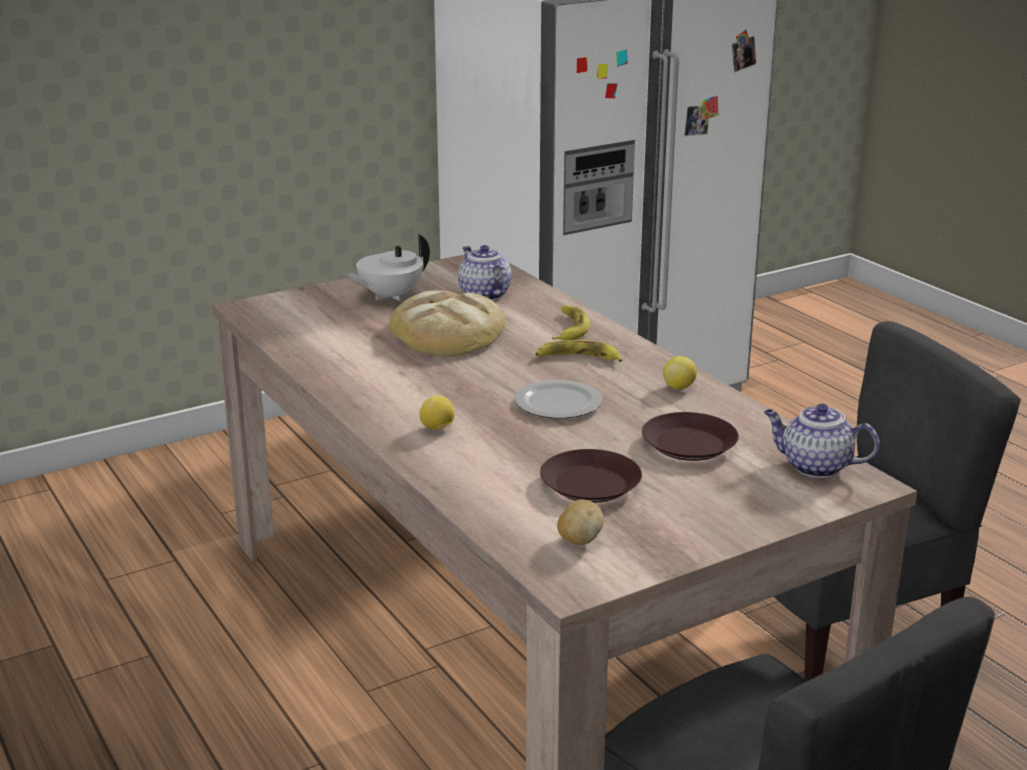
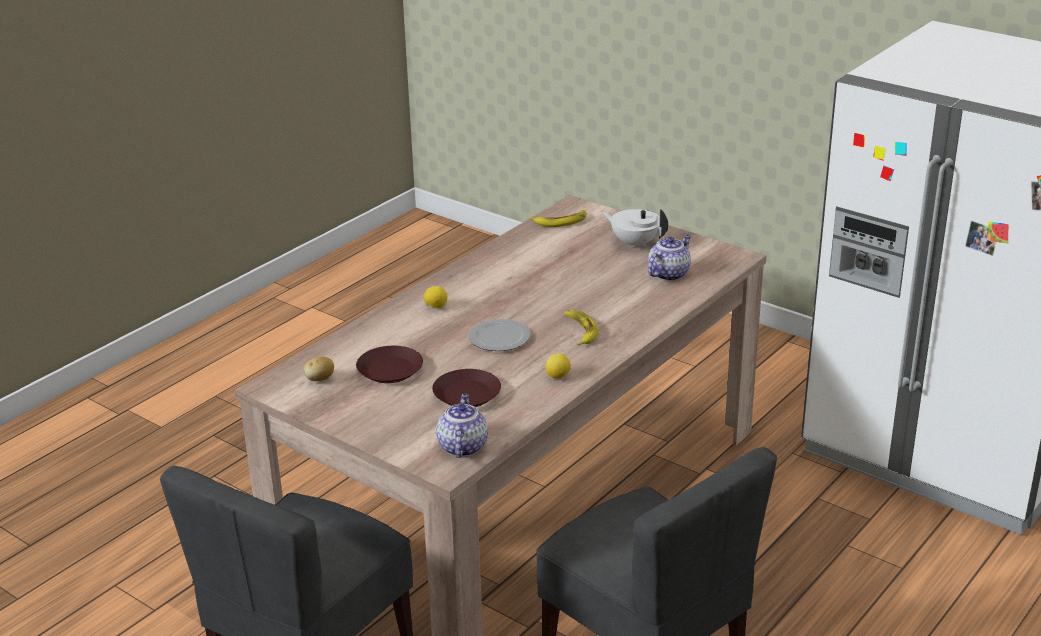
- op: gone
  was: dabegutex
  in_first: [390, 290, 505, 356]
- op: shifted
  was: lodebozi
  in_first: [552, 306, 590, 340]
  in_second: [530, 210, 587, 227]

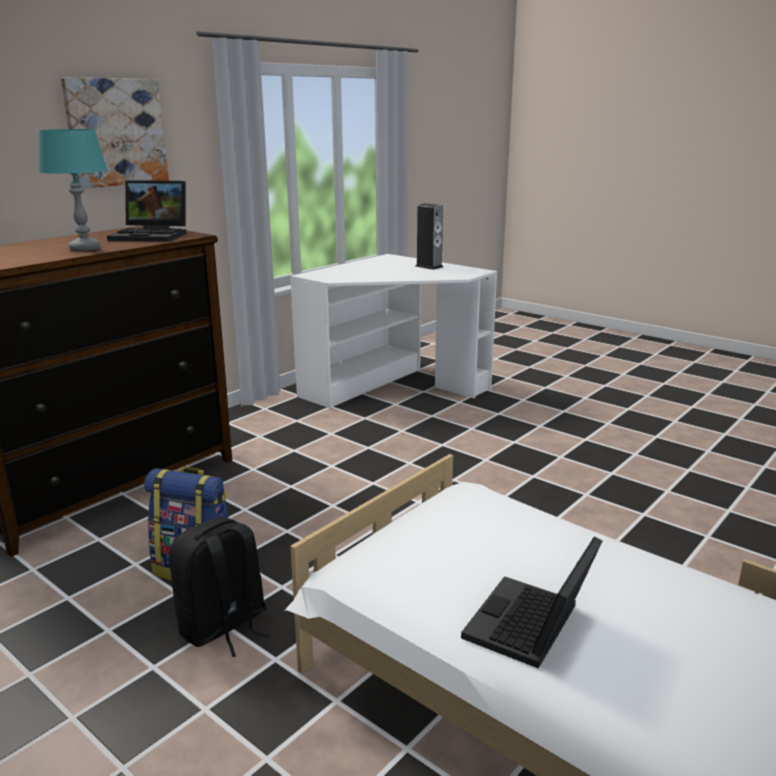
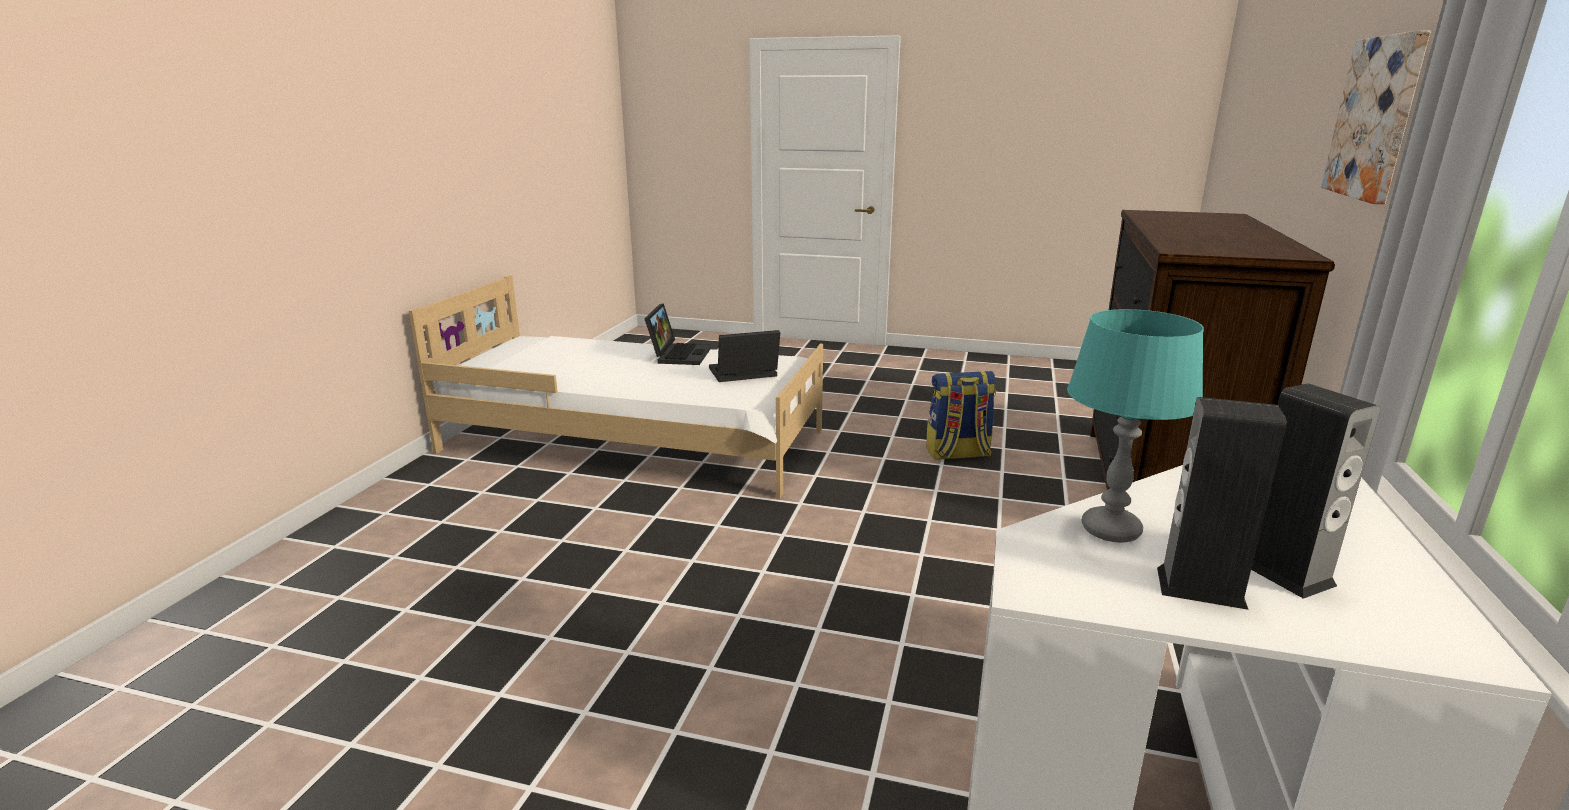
- op: shifted
  was: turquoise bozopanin
  in_first: [39, 129, 107, 251]
  in_second: [1067, 309, 1204, 543]
- op: shifted
  was: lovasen
  in_first: [107, 180, 186, 242]
  in_second: [709, 330, 780, 382]
- op: gone
  was: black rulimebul
  in_first: [169, 517, 270, 657]
- op: new
  now: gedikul
  in_second: [1251, 383, 1380, 599]

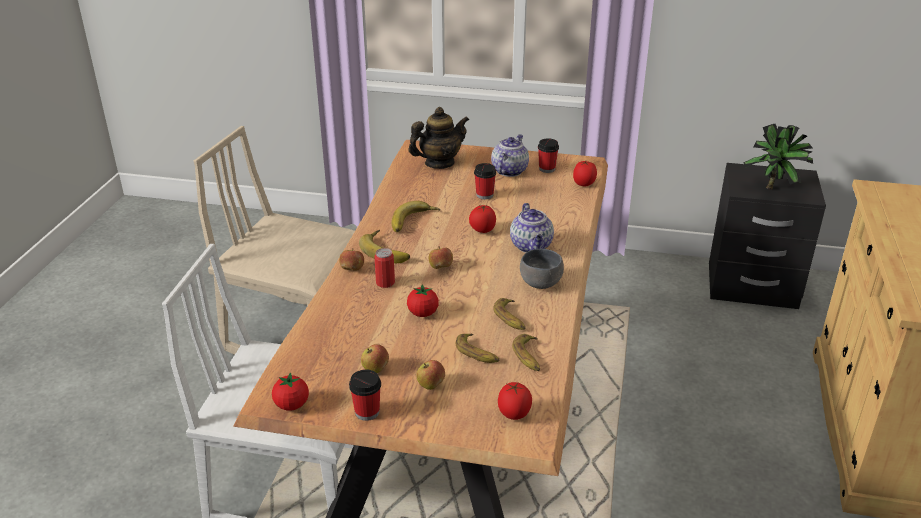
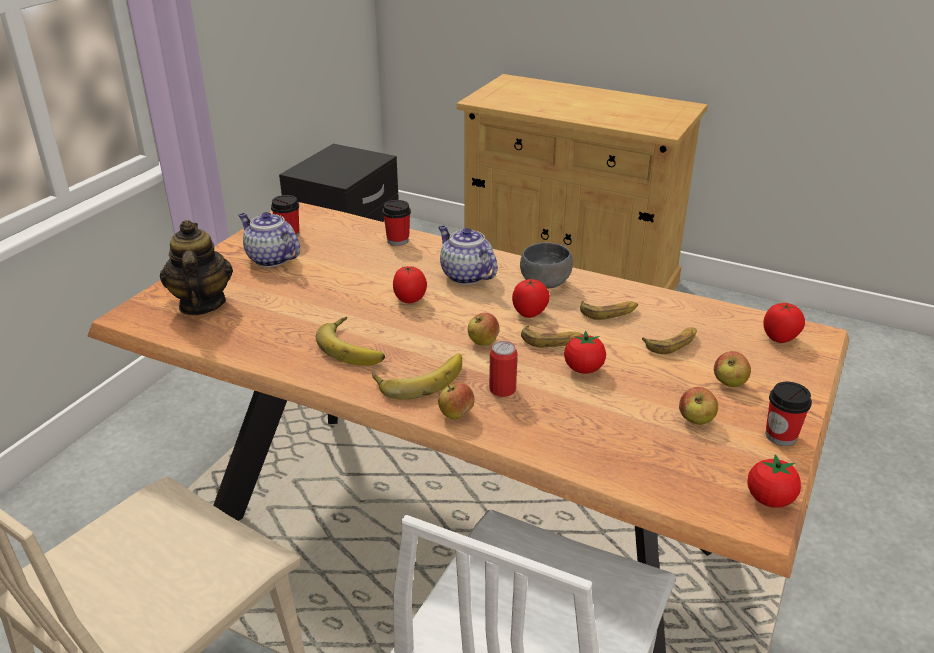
- op: shifted
  was: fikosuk
  in_first: [474, 163, 496, 199]
  in_second: [382, 200, 411, 246]
- op: rotated
  was: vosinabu
  in_first: [510, 203, 554, 253]
  in_second: [438, 226, 497, 285]
  clockwise: -135
- op: shifted
  was: lodebozi
  in_first: [512, 334, 540, 371]
  in_second: [521, 326, 583, 347]
- op: shifted
  was: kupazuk
  in_first: [573, 161, 597, 186]
  in_second: [512, 279, 550, 318]
- op: gone
  was: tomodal
  in_first: [743, 124, 813, 190]

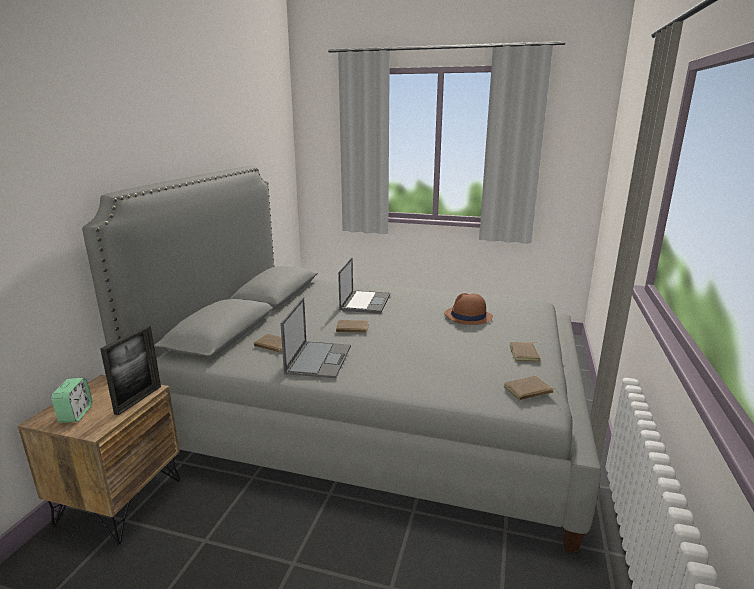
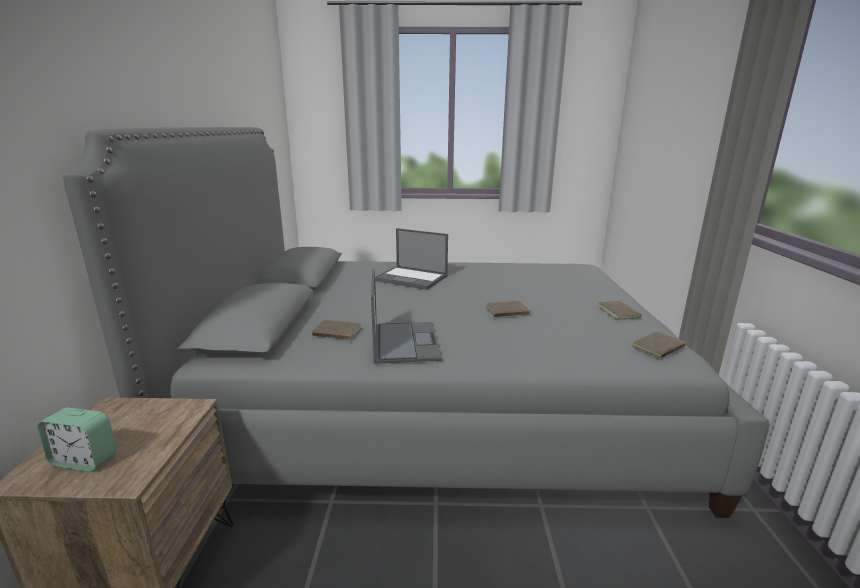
- op: rotated
  was: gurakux
  in_first: [51, 378, 92, 423]
  in_second: [37, 407, 117, 472]
  clockwise: 120
- op: gone
  was: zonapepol
  in_first: [100, 325, 161, 415]
- op: shifted
  was: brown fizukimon
  in_first: [336, 320, 369, 333]
  in_second: [486, 301, 534, 317]
- op: rotated
  was: lovasen
  in_first: [338, 257, 390, 314]
  in_second: [375, 228, 448, 290]
  clockwise: 120
- op: gone
  was: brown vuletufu
  in_first: [444, 293, 493, 325]

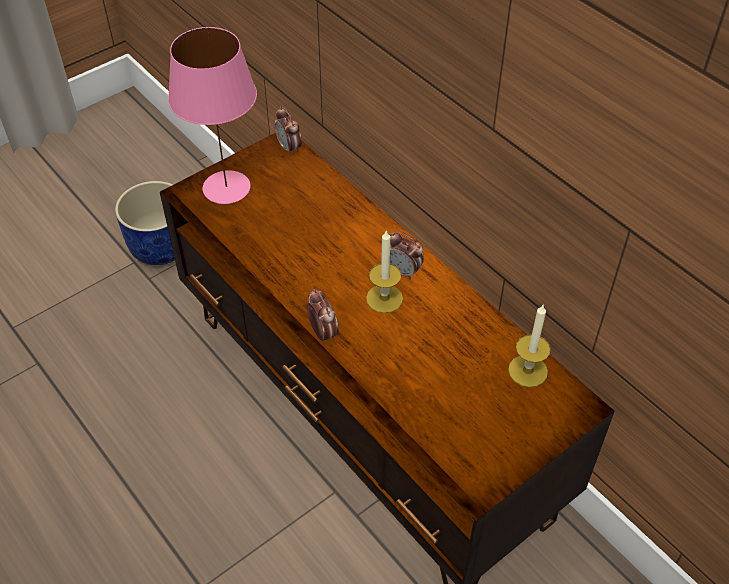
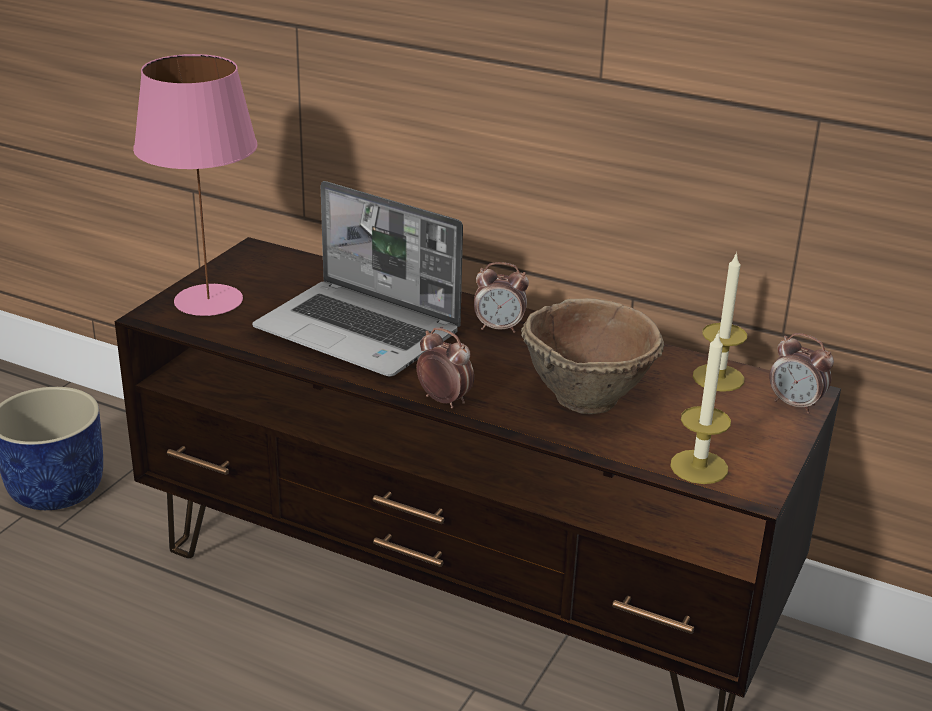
- op: shifted
  was: gurakux
  in_first: [274, 107, 302, 156]
  in_second: [770, 333, 834, 414]
- op: shifted
  was: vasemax
  in_first: [366, 230, 403, 313]
  in_second: [670, 331, 731, 484]
- op: new
  now: lovasen
  in_second: [252, 181, 463, 376]
- op: new
  now: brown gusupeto
  in_second: [521, 298, 664, 414]

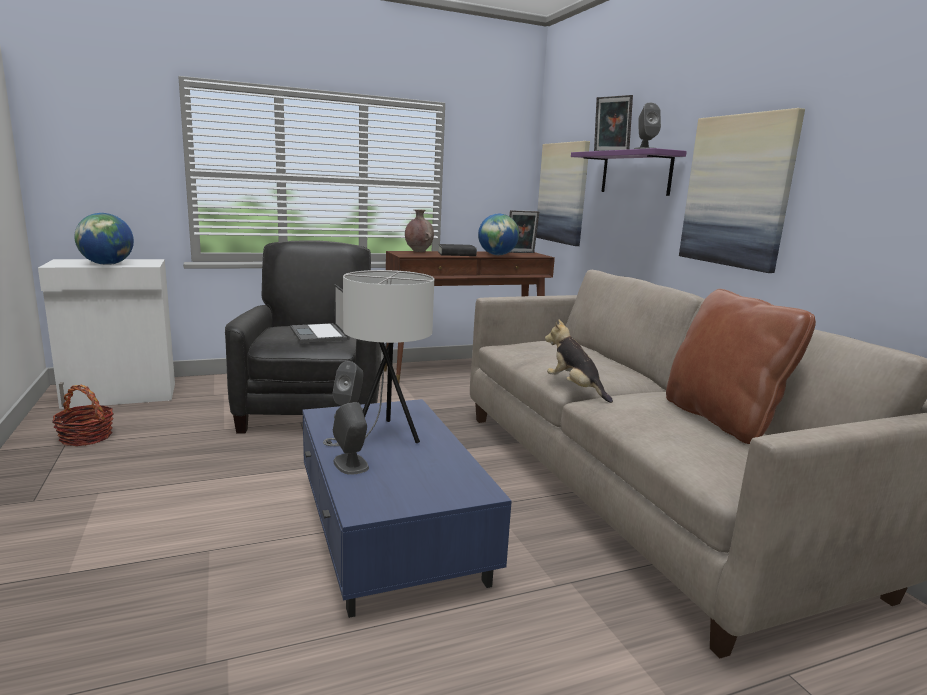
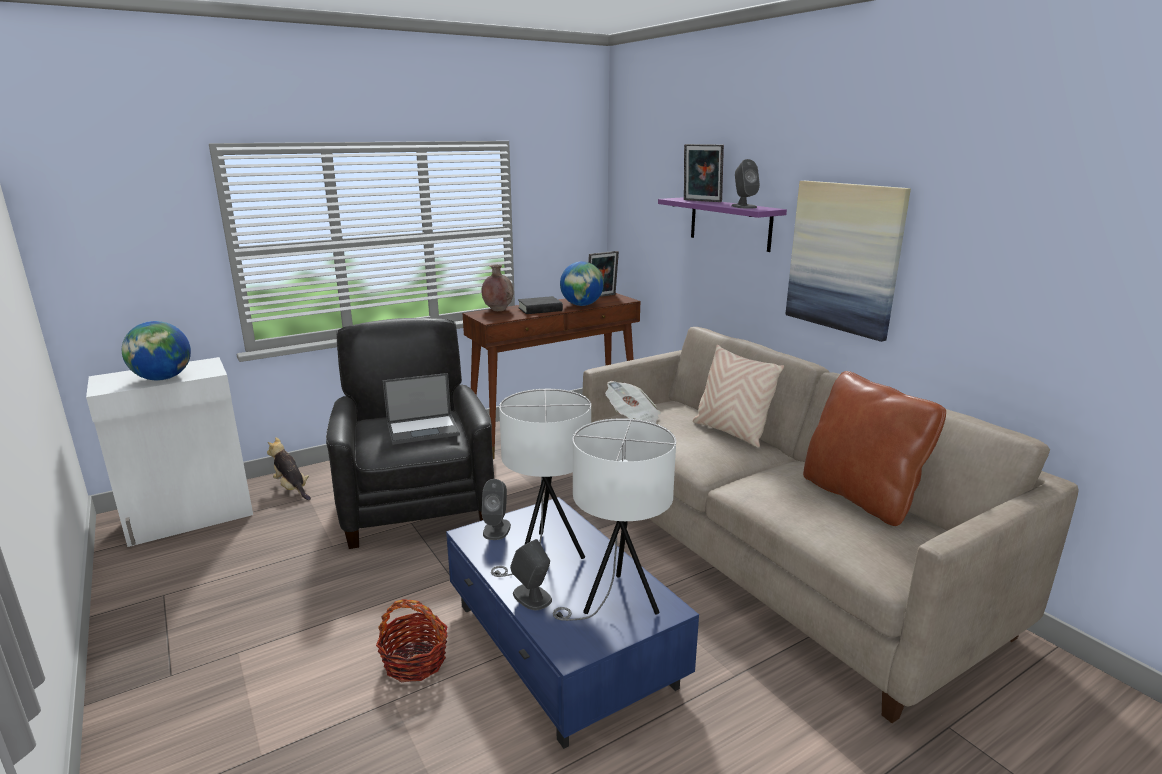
- op: shifted
  was: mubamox
  in_first: [52, 385, 114, 446]
  in_second: [376, 599, 448, 682]
- op: rotated
  was: lovasen
  in_first: [290, 284, 350, 343]
  in_second: [383, 373, 460, 445]
  clockwise: -75
- op: gone
  was: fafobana
  in_first: [536, 141, 590, 246]
- op: shifted
  was: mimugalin
  in_first: [545, 320, 613, 403]
  in_second: [267, 437, 311, 500]
- op: new
  now: white bozopanin
  in_second: [553, 418, 676, 621]
- op: new
  now: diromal
  in_second: [605, 381, 661, 424]
- op: new
  now: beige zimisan
  in_second: [693, 345, 784, 448]

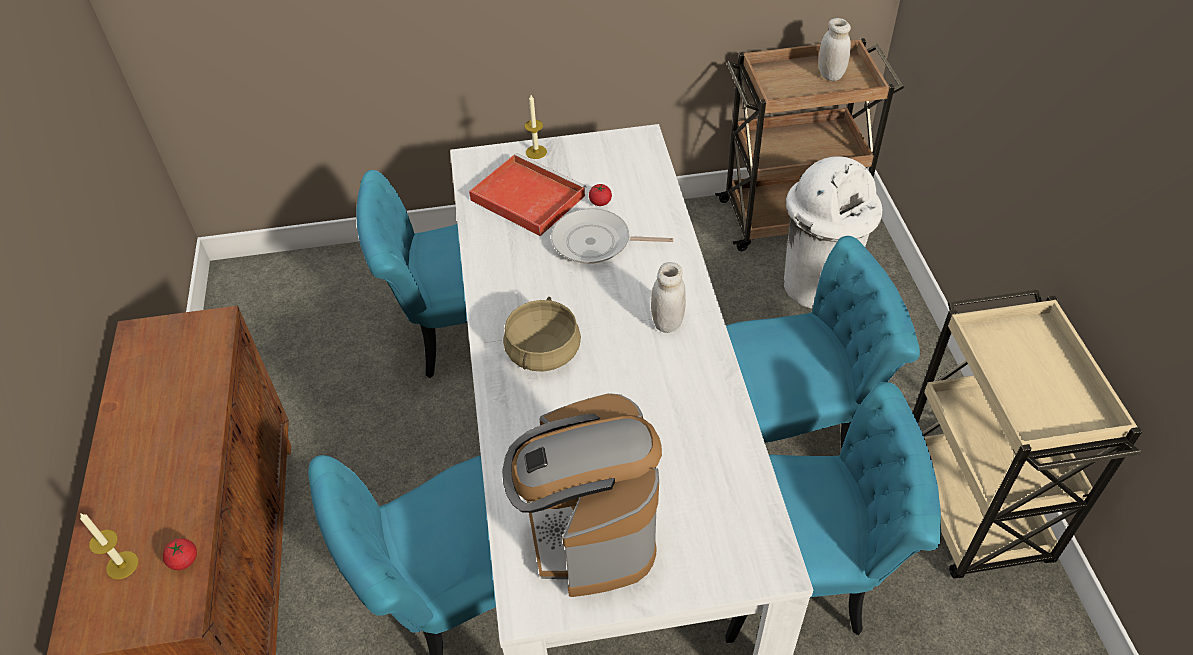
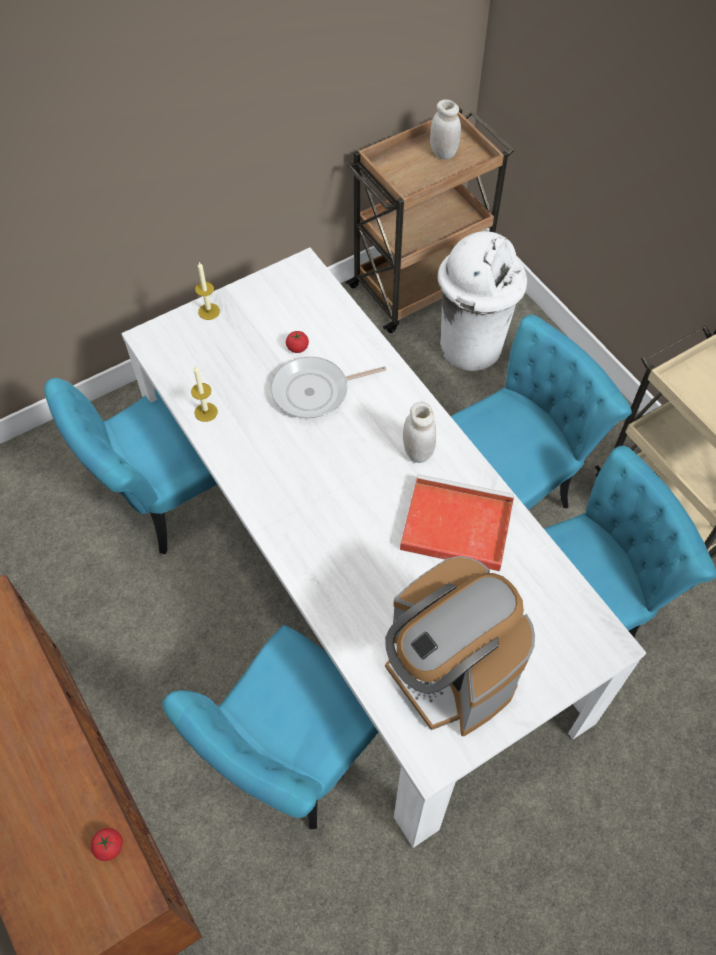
- op: shifted
  was: vasemax
  in_first: [80, 513, 138, 579]
  in_second: [191, 366, 218, 422]
- op: shifted
  was: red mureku
  in_first: [469, 153, 587, 236]
  in_second: [400, 474, 514, 571]
- op: gone
  was: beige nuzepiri
  in_first: [503, 297, 581, 372]

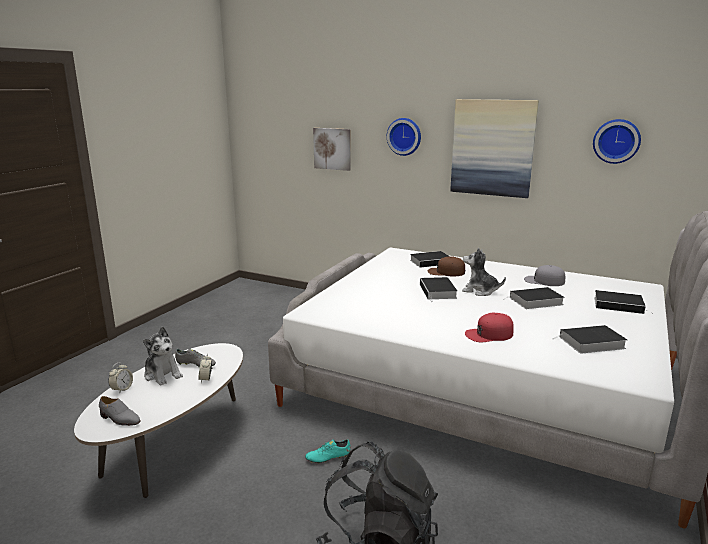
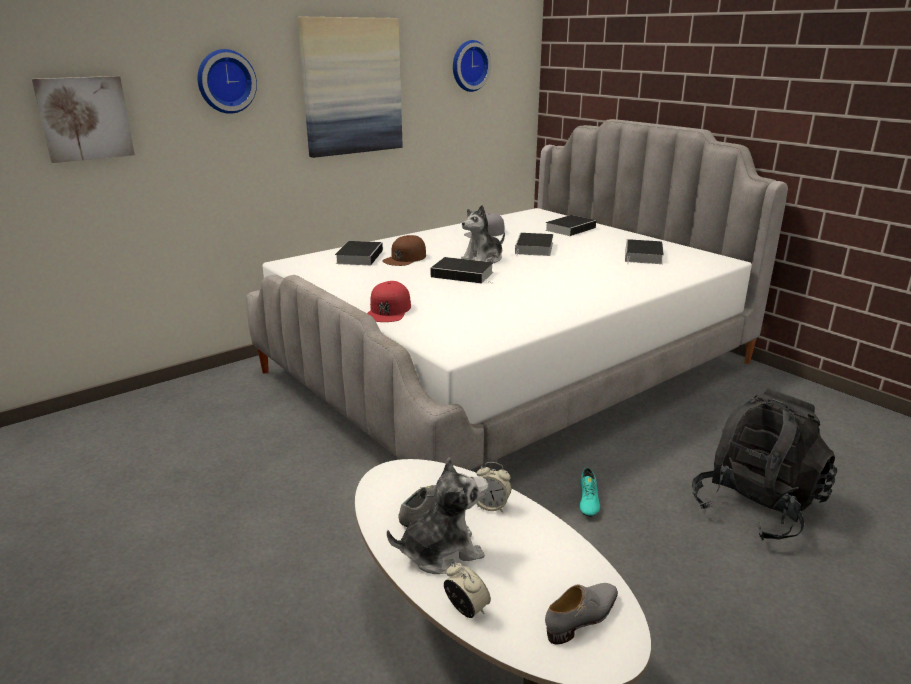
- op: shifted
  was: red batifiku
  in_first: [465, 313, 514, 342]
  in_second: [367, 281, 411, 322]

